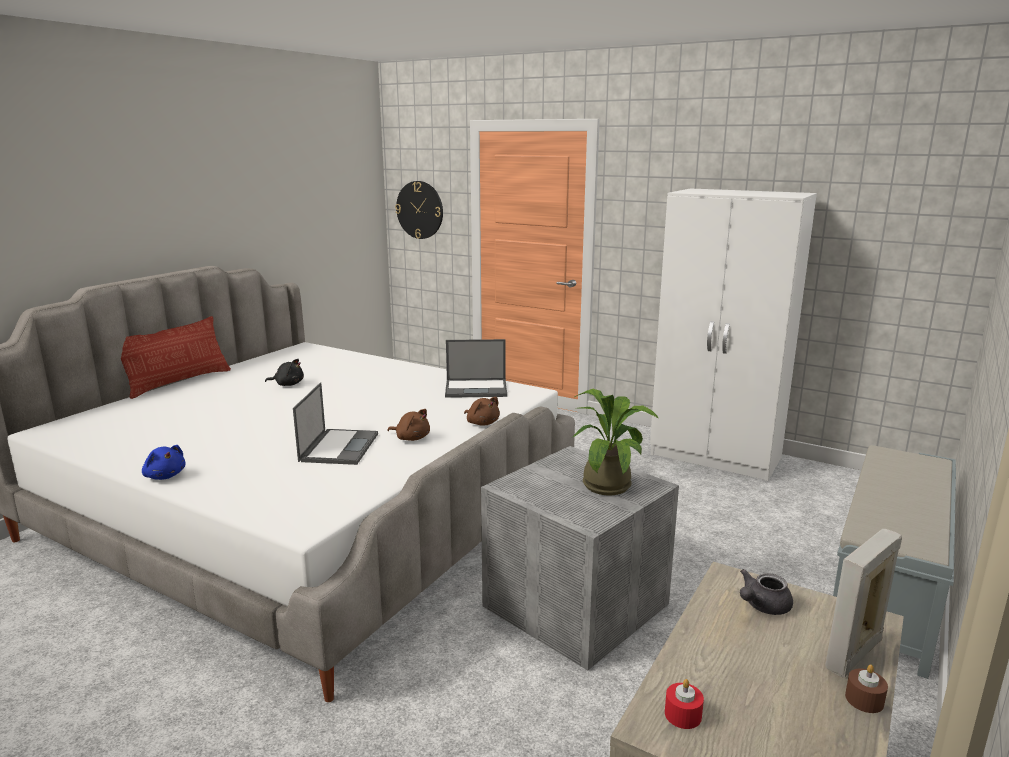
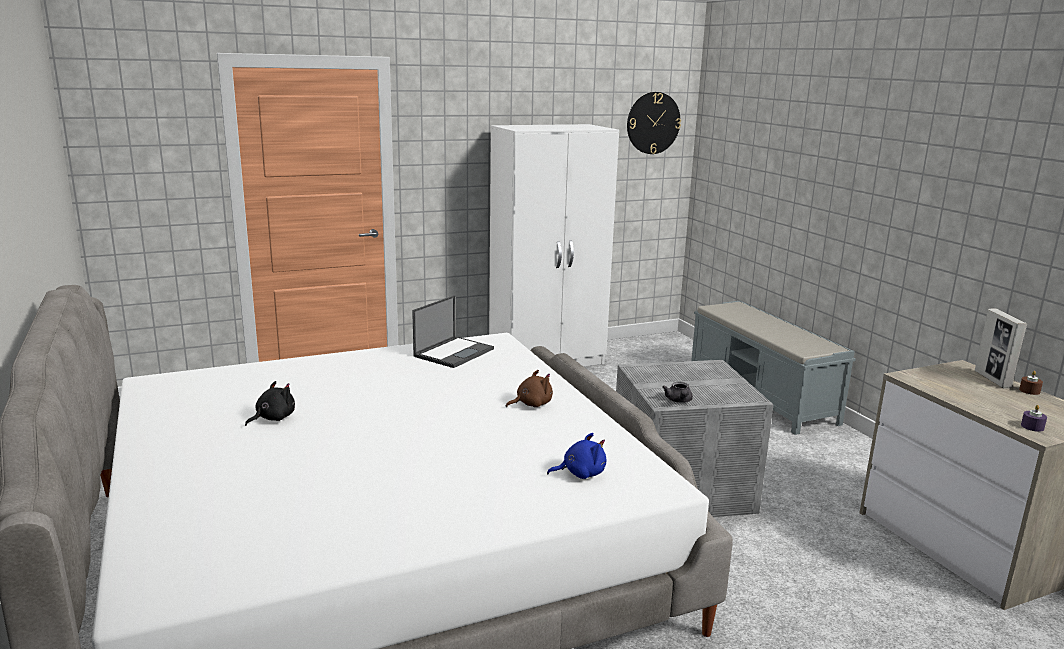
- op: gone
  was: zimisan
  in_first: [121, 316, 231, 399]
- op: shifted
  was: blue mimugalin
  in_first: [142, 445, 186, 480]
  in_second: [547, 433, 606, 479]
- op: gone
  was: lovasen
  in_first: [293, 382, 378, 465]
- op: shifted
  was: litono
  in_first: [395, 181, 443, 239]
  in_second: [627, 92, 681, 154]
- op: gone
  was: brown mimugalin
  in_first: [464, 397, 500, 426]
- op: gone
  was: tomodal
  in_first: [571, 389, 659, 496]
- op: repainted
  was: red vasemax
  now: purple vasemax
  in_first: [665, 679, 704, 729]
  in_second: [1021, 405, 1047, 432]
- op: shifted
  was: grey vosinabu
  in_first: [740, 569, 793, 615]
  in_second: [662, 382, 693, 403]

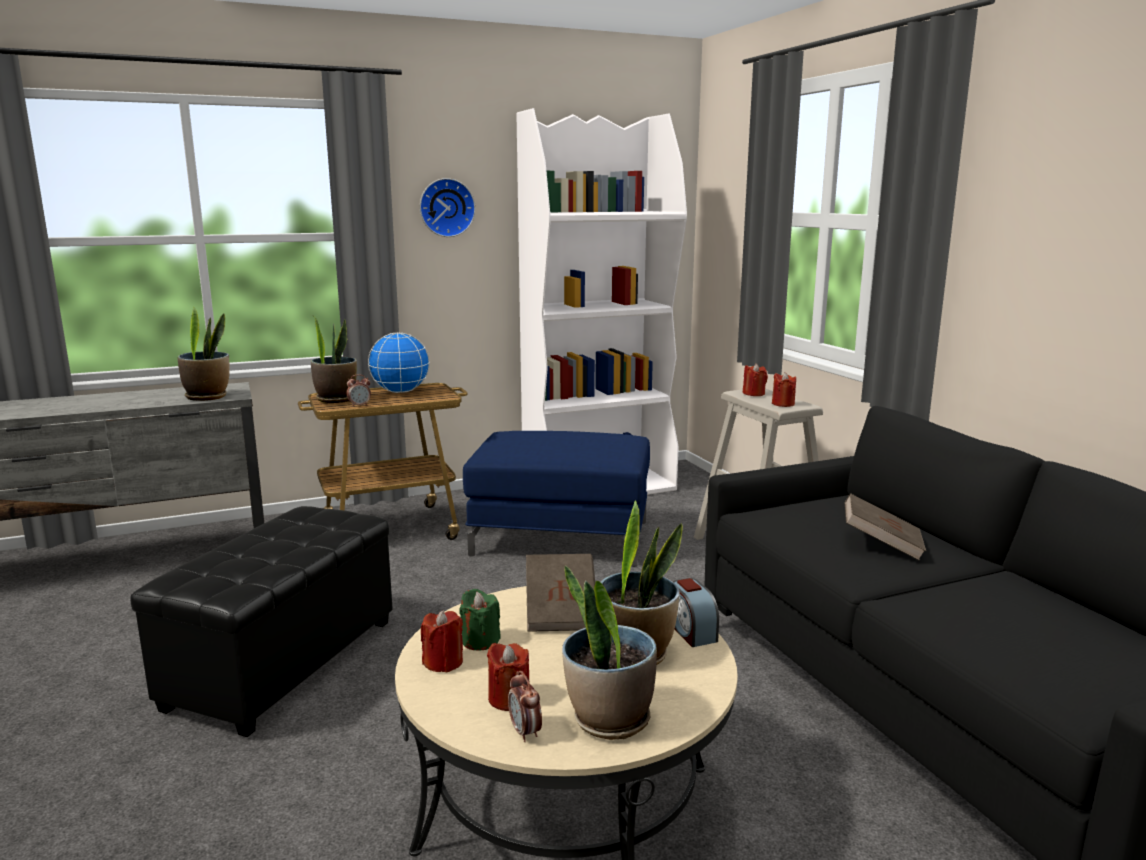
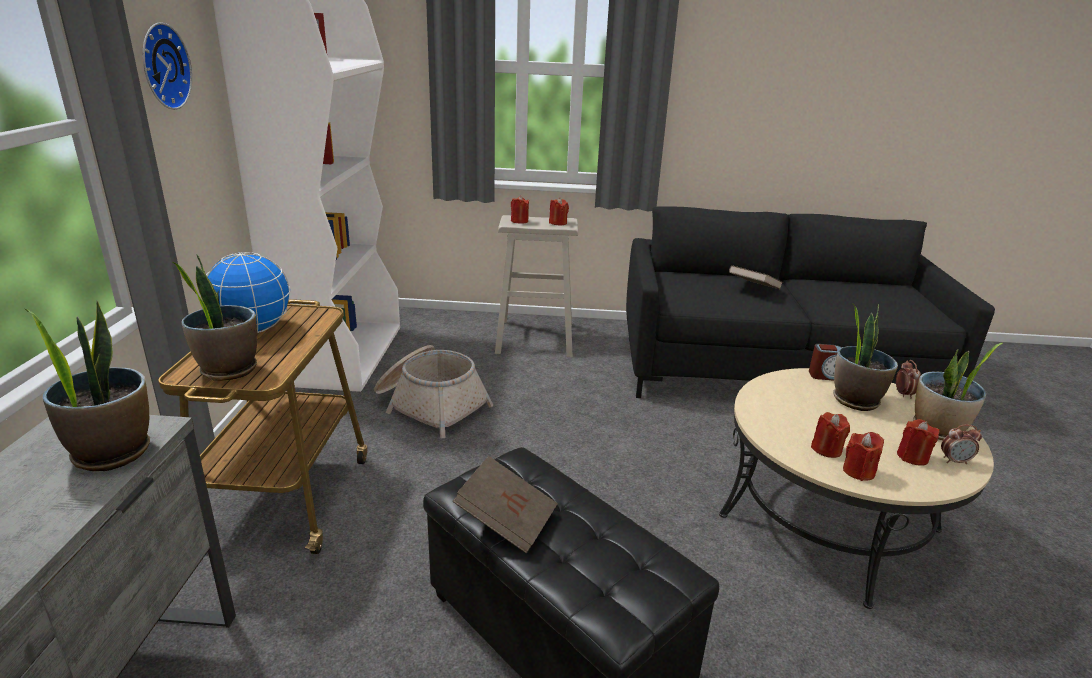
- op: shifted
  was: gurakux
  in_first: [347, 374, 371, 407]
  in_second: [896, 360, 921, 399]
- op: repainted
  was: green vasemax
  now: red vasemax
  in_first: [459, 589, 501, 650]
  in_second: [811, 412, 850, 458]
- op: swapped
  was: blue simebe
  now: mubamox
  in_first: [463, 431, 650, 567]
  in_second: [374, 345, 493, 438]
- op: shifted
  was: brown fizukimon
  in_first: [526, 554, 595, 632]
  in_second: [452, 456, 558, 554]

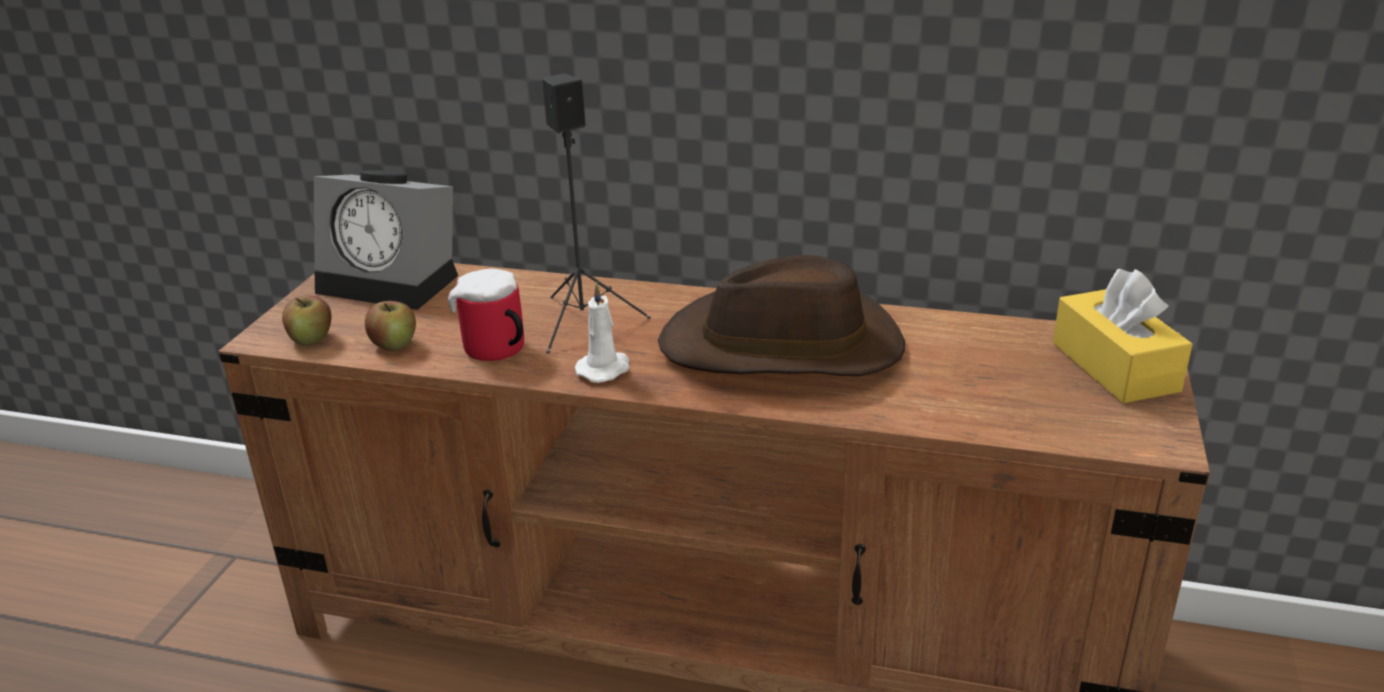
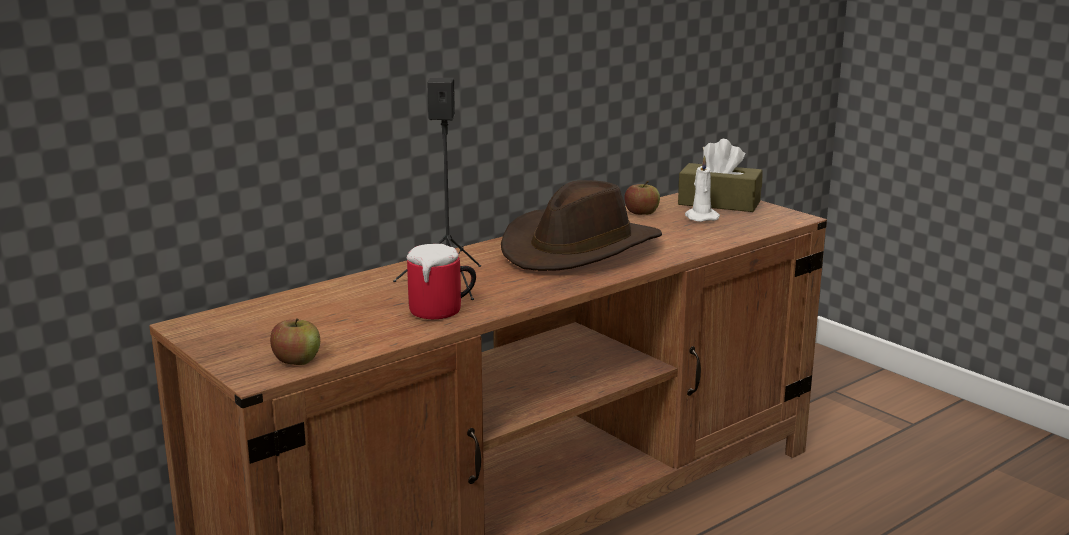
- op: gone
  was: gurakux
  in_first: [314, 170, 458, 310]
- op: shifted
  was: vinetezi
  in_first: [365, 301, 416, 351]
  in_second: [624, 181, 660, 215]
- op: shifted
  was: white vasemax
  in_first: [575, 282, 630, 383]
  in_second: [685, 155, 720, 222]
- op: repainted
  was: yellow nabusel
  now: brown nabusel
  in_first: [1053, 269, 1193, 404]
  in_second: [678, 139, 763, 212]

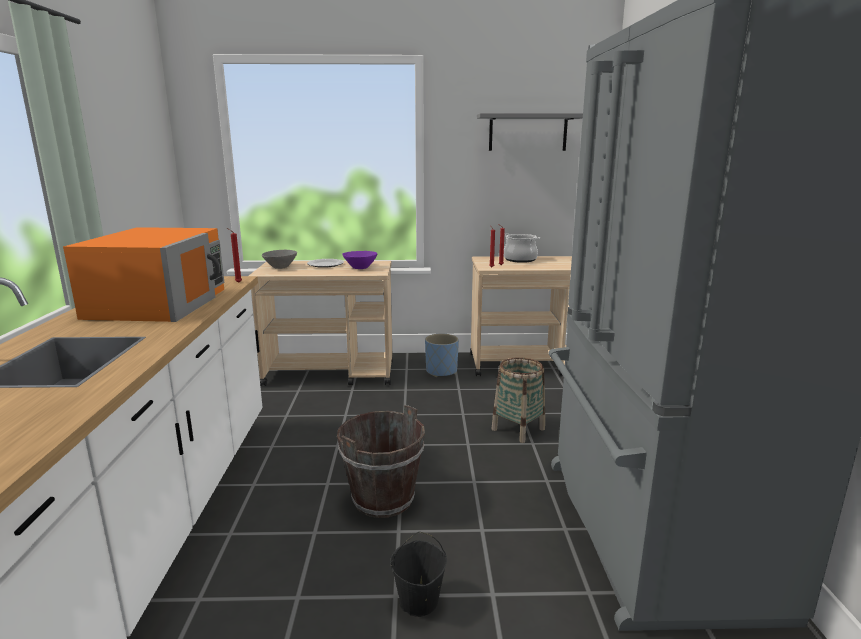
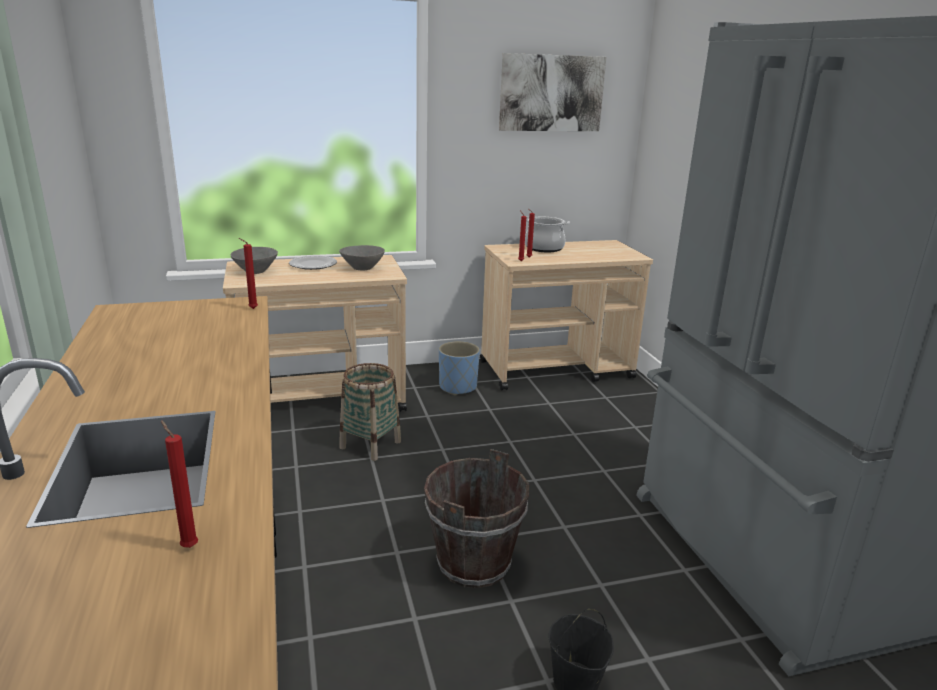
- op: gone
  was: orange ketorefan
  in_first: [63, 227, 225, 322]
- op: repainted
  was: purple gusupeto
  now: grey gusupeto
  in_first: [342, 251, 377, 269]
  in_second: [339, 245, 385, 270]
- op: swapped
  was: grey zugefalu
  now: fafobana
  in_first: [477, 113, 583, 151]
  in_second: [499, 53, 606, 131]
- op: shifted
  was: mubamox
  in_first: [491, 357, 545, 443]
  in_second: [339, 363, 401, 461]
- op: new
  now: red vasemax
  in_second: [161, 420, 198, 548]

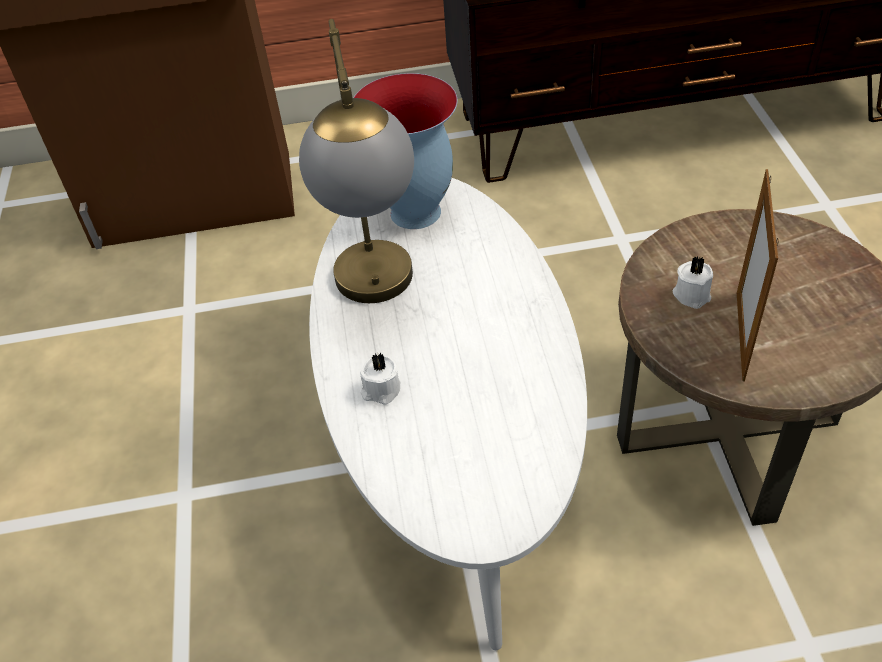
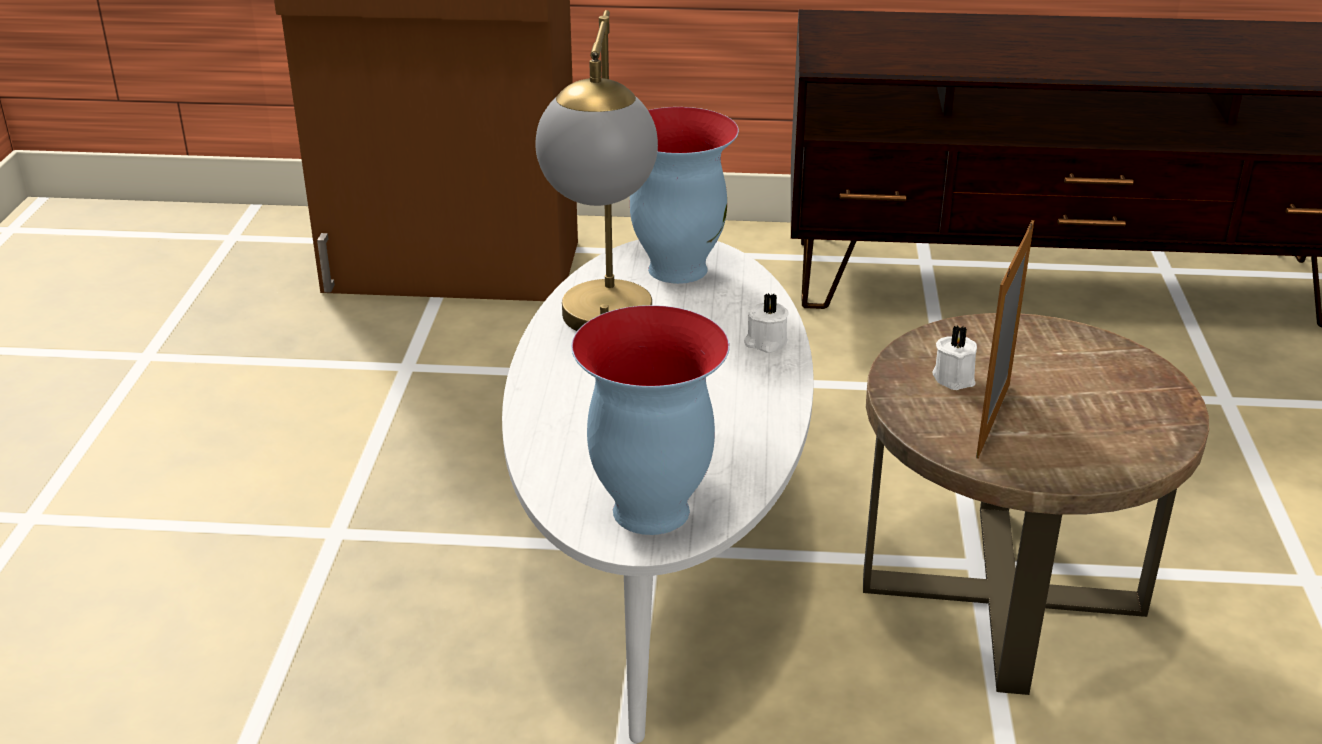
- op: shifted
  was: white vasemax
  in_first: [360, 353, 400, 405]
  in_second: [744, 293, 789, 353]
- op: new
  now: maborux
  in_second: [571, 305, 730, 535]

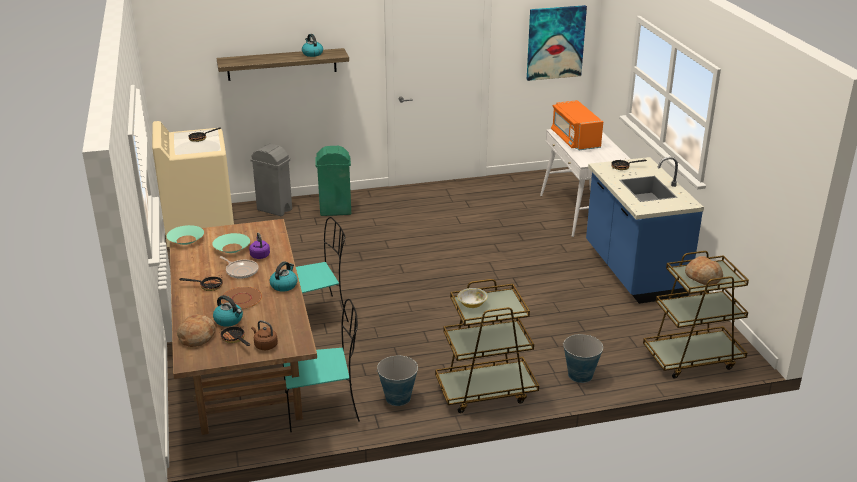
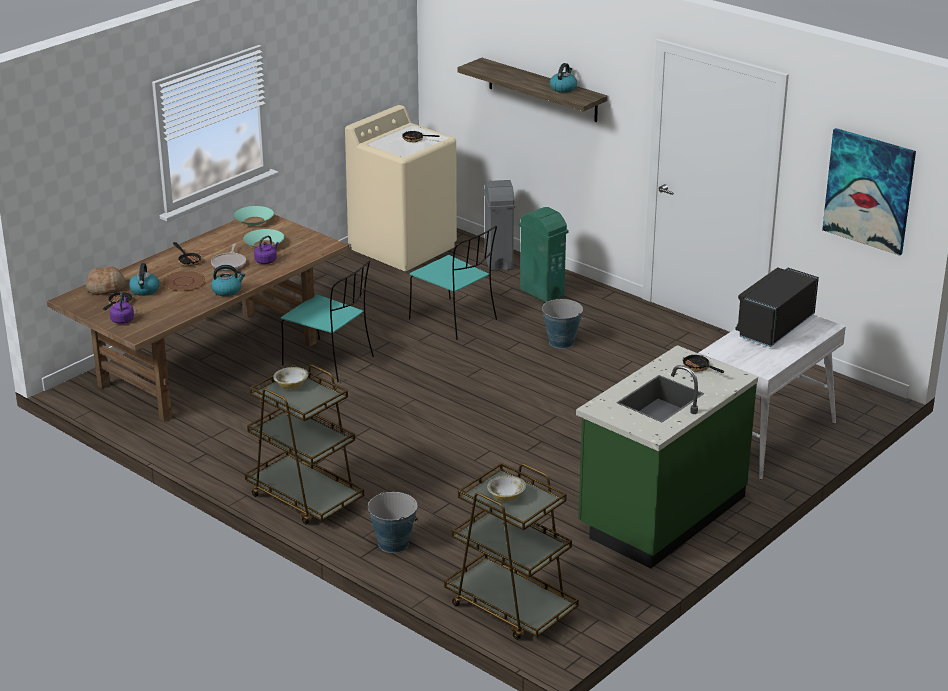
- op: repainted
  was: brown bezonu
  now: purple bezonu
  in_first: [251, 320, 278, 350]
  in_second: [110, 292, 134, 324]
- op: shifted
  was: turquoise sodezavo
  in_first: [283, 299, 360, 432]
  in_second: [409, 226, 497, 340]
- op: shifted
  was: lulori
  in_first: [376, 356, 418, 406]
  in_second: [542, 299, 584, 349]
- op: repainted
  was: orange ketorefan
  now: black ketorefan
  in_first: [551, 100, 603, 150]
  in_second: [735, 267, 819, 347]
- op: repainted
  was: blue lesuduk
  now: green lesuduk
  in_first: [586, 157, 704, 304]
  in_second: [576, 345, 758, 569]
- op: swapped
  was: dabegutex
  now: gusupeto
  in_first: [685, 256, 723, 285]
  in_second: [487, 476, 526, 501]

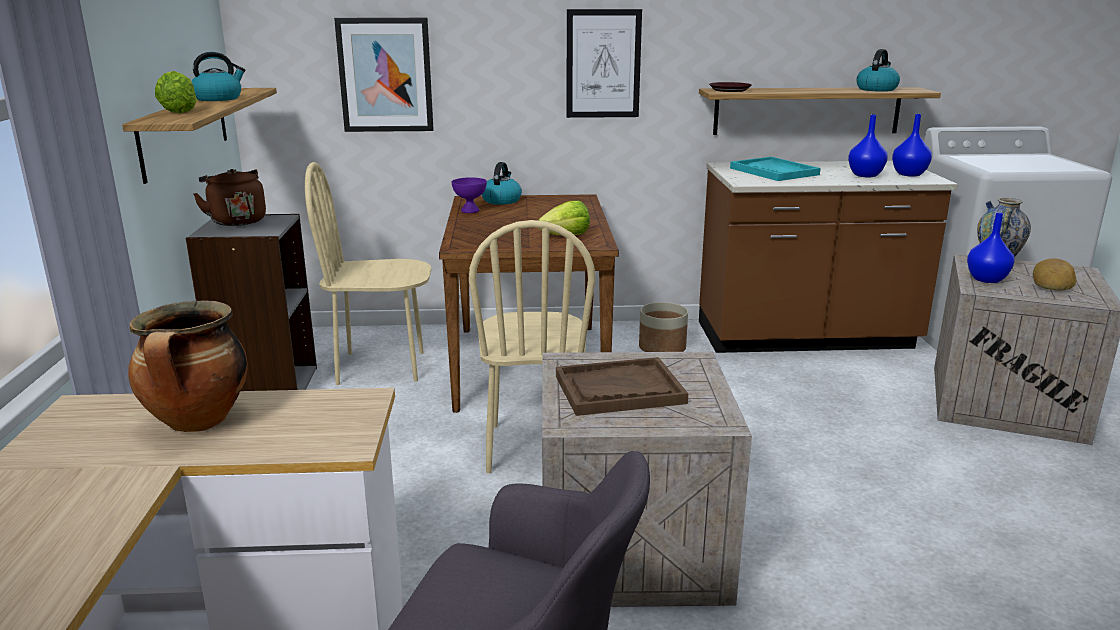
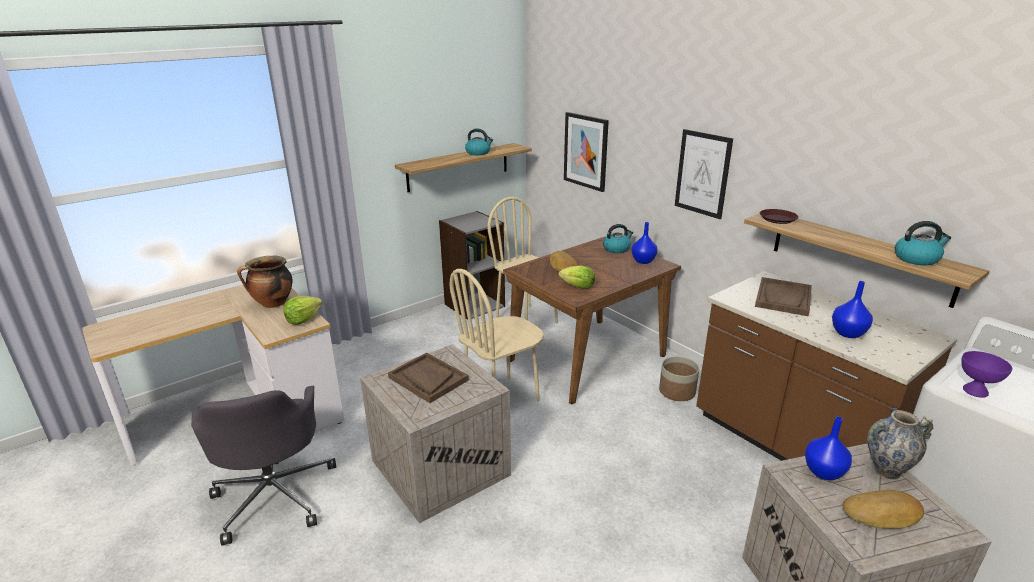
- op: shifted
  was: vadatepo
  in_first: [155, 71, 197, 113]
  in_second: [283, 296, 322, 325]
- op: gone
  was: brown bezonu
  in_first: [193, 169, 266, 226]
- op: shifted
  was: purple gusupeto
  in_first: [452, 177, 487, 213]
  in_second: [961, 351, 1013, 398]
- op: repainted
  was: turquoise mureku
  now: brown mureku
  in_first: [730, 157, 821, 181]
  in_second: [755, 277, 812, 316]
- op: shifted
  was: blue maborux
  in_first: [892, 114, 932, 177]
  in_second: [632, 222, 657, 264]
- op: new
  now: dabegutex
  in_second: [550, 251, 579, 271]

